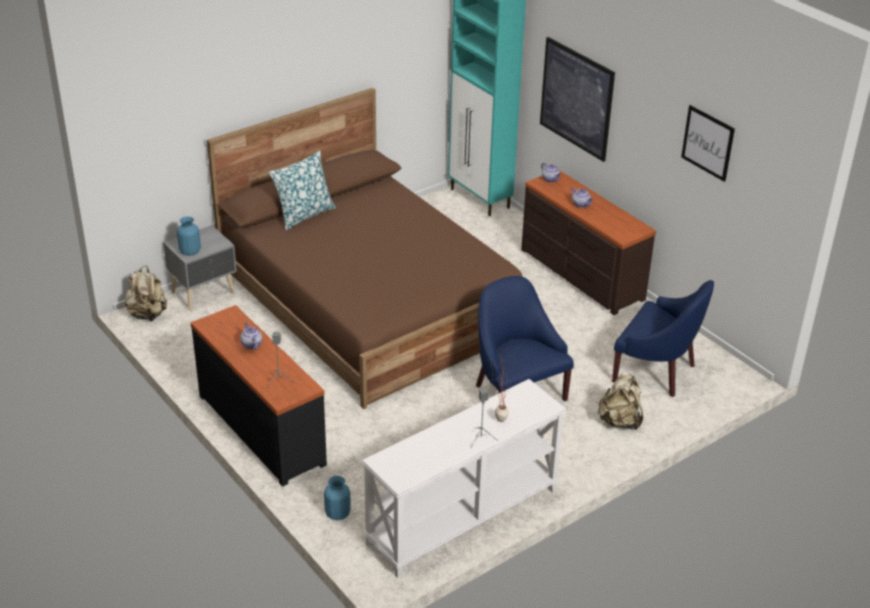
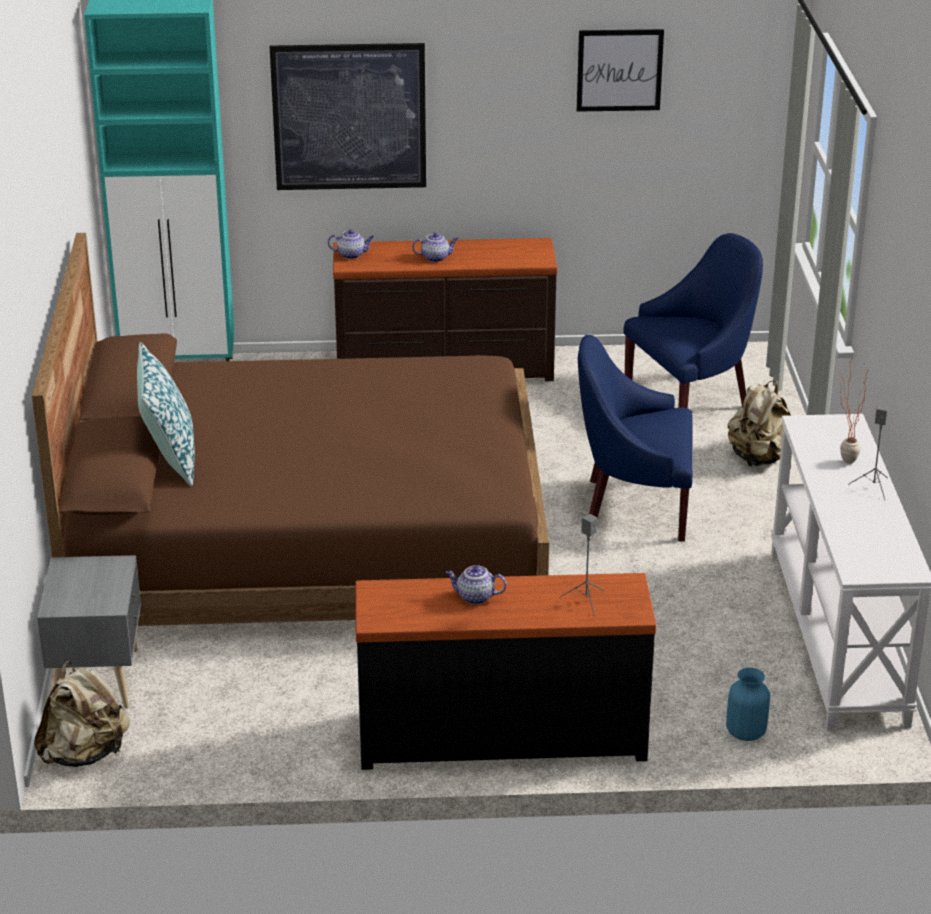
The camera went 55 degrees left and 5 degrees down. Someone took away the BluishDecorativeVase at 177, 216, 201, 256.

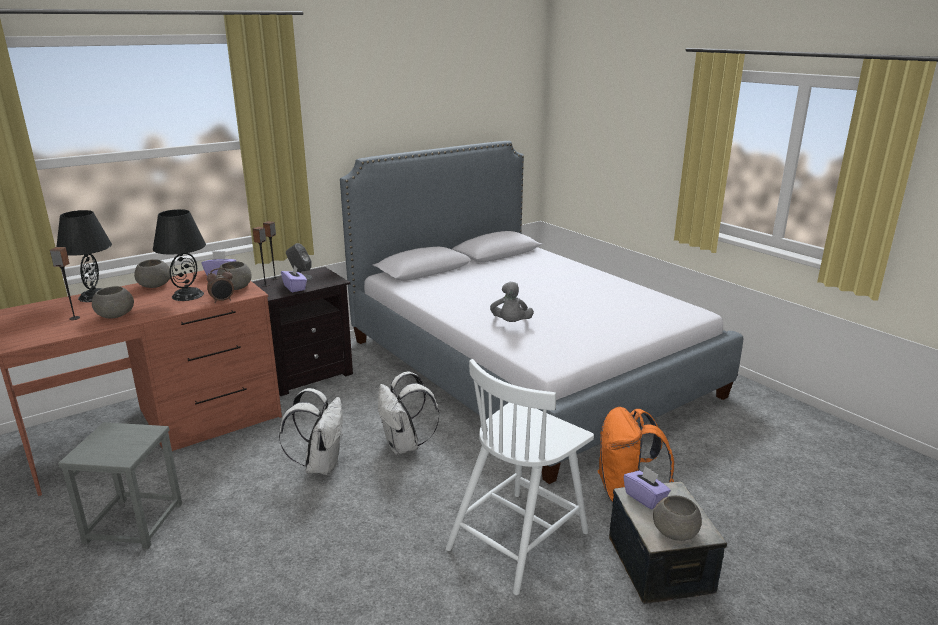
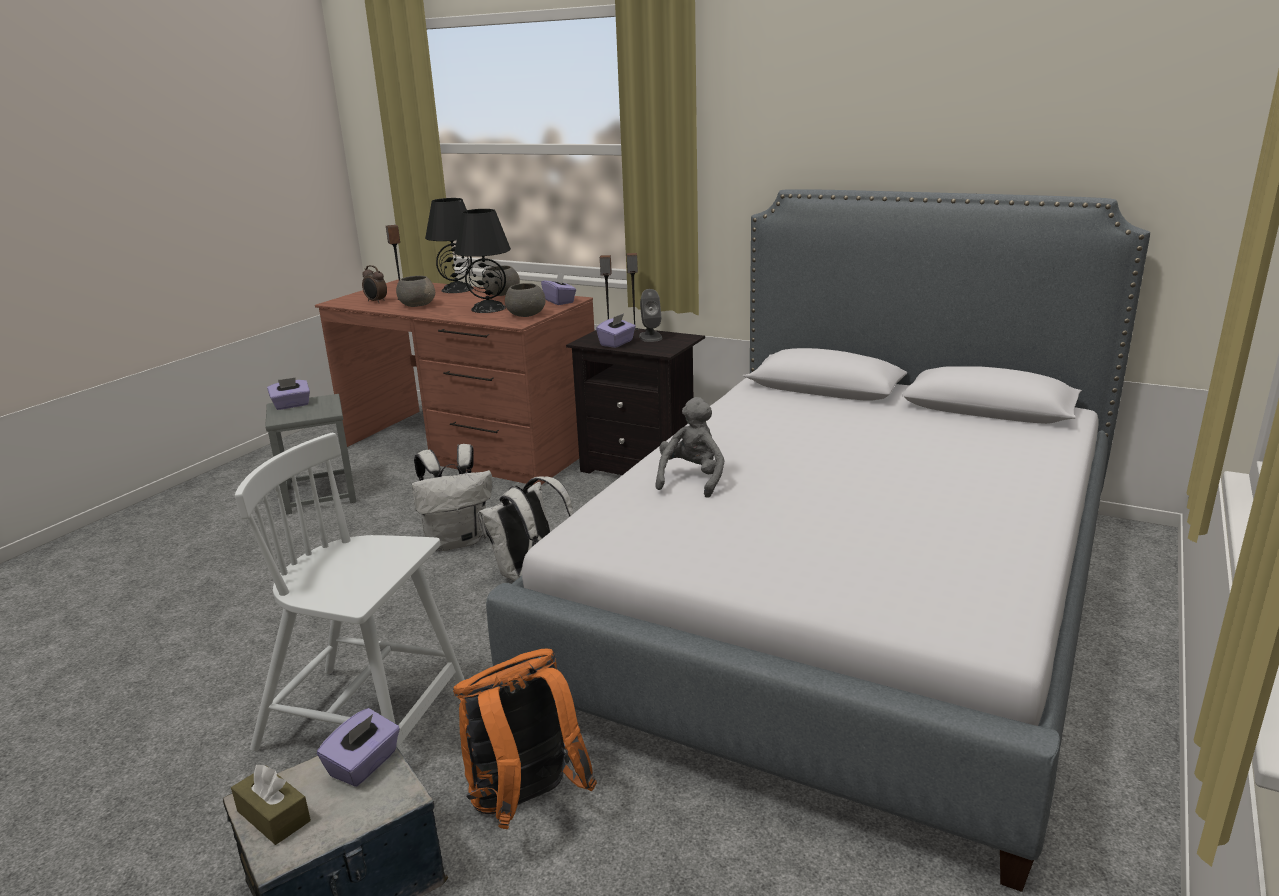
The camera went 65 degrees right and 0 degrees up. Someone carried the TableClock from 207, 268, 234, 303 to 362, 265, 387, 303. Someone rotated the GreySoftToy at 490, 282, 534, 322 by 135 degrees clockwise. Someone swapped the GreyBowl at 653, 495, 702, 541 for the BrownTissueHolder at 231, 765, 311, 845. Someone put down the PurpleTissueHolder at 267, 378, 310, 410.

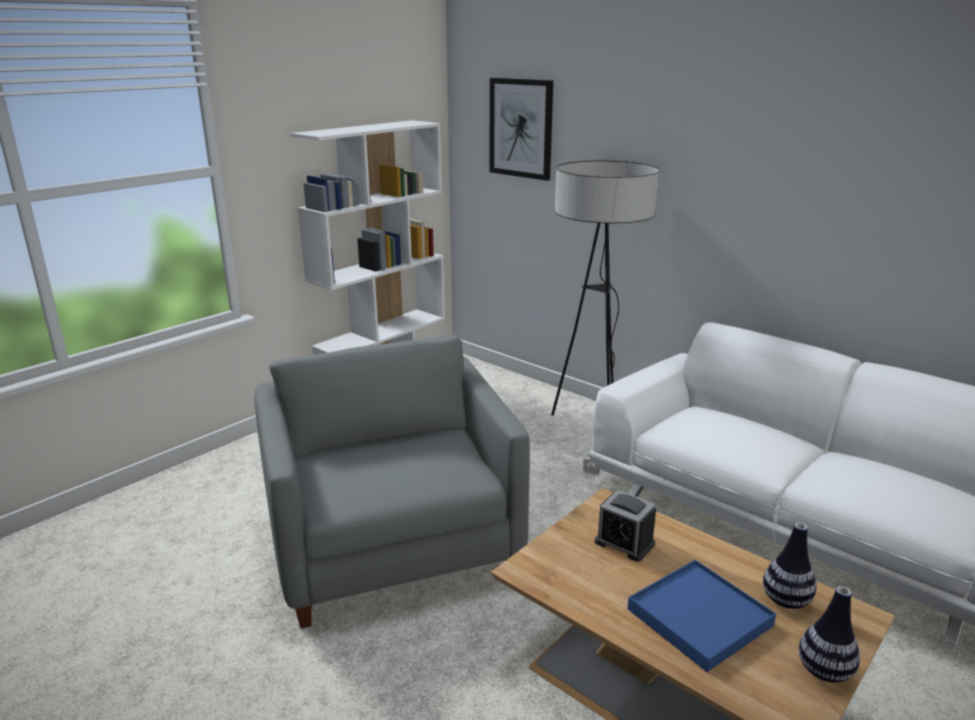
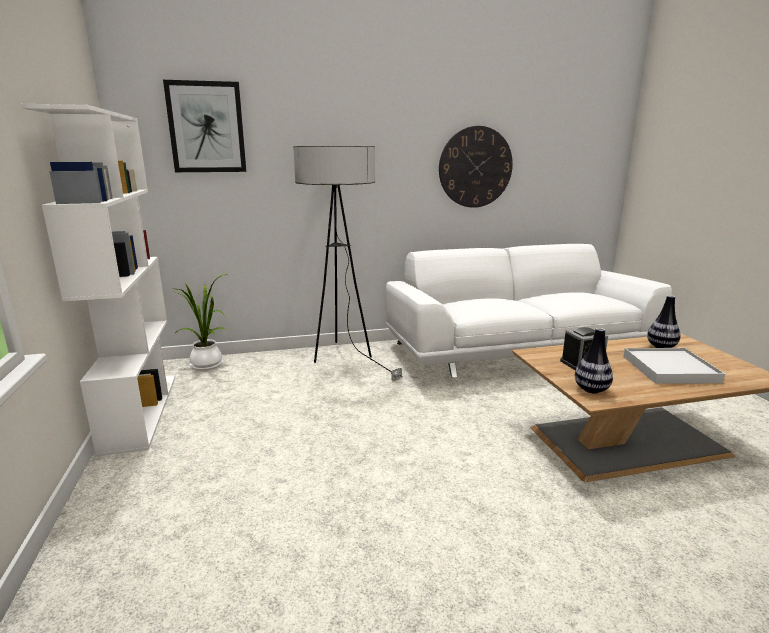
The camera went 55 degrees left and 5 degrees down. Someone took away the GreyLoungeChair at 255, 335, 530, 629. Someone repainted the BluishServingTray at 628, 560, 776, 672, which became the WhiteColouredServingTray at 623, 348, 725, 384. Someone carried the DecorativeVase from 799, 586, 860, 683 to 575, 328, 613, 394. Someone put down the PottedPlant at 176, 274, 227, 371. Someone put up the WallClock at 439, 126, 513, 208.

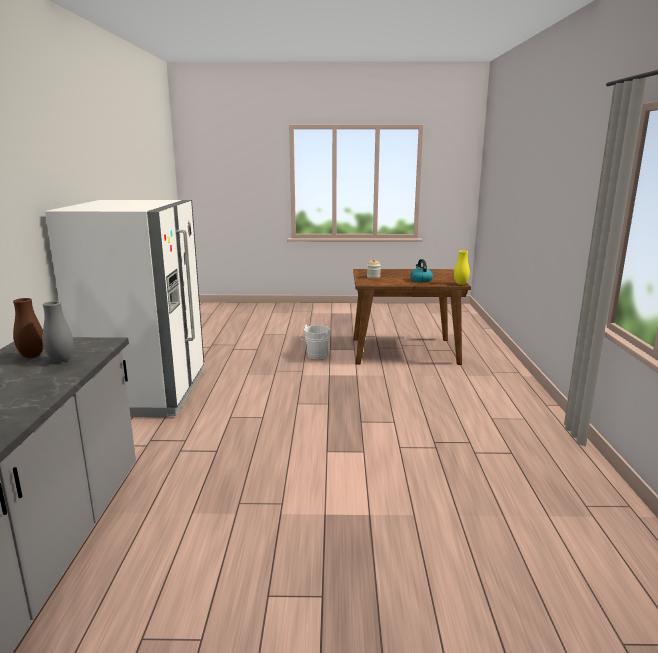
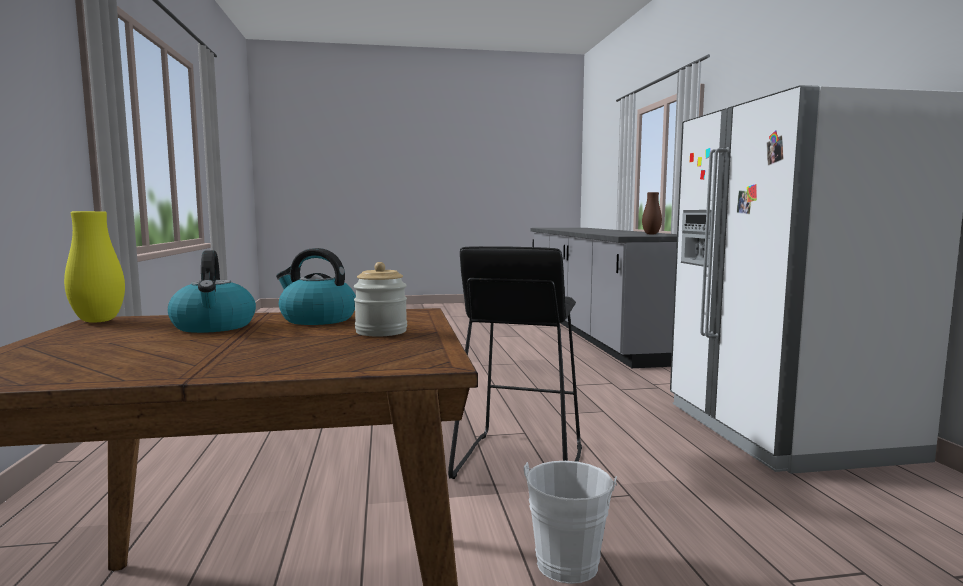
The camera went 170 degrees right and 10 degrees down. Someone took away the GreyDecorativeVase at 42, 301, 74, 362. Someone put down the WaterKettle at 276, 248, 356, 325. Someone put down the BlackColouredStool at 448, 246, 582, 479.

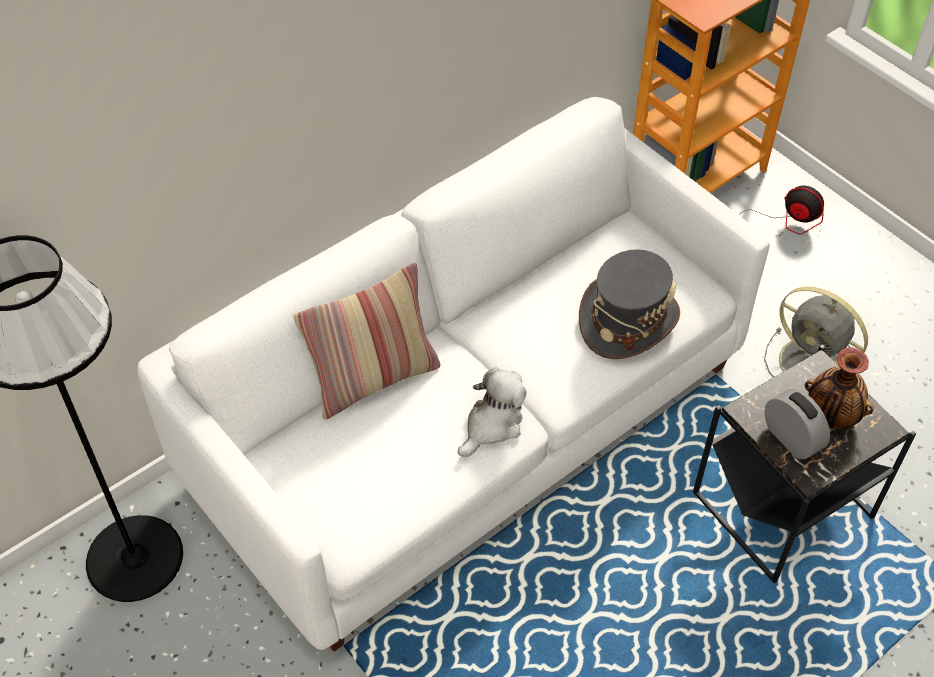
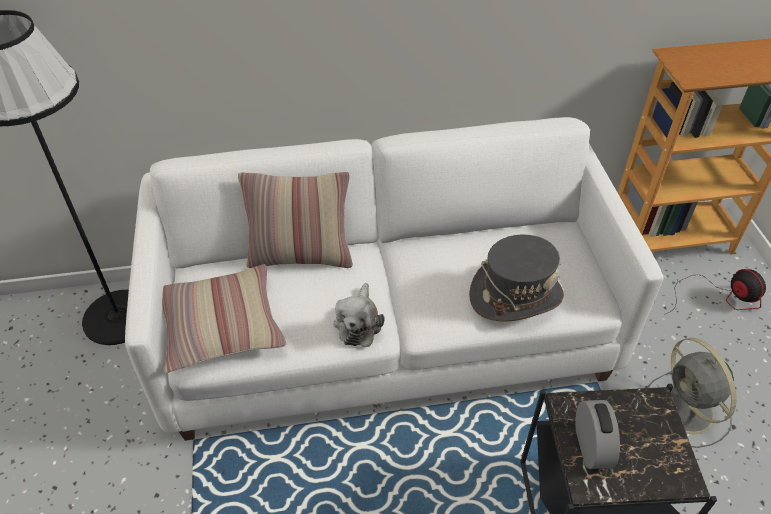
The camera went 30 degrees right and 5 degrees down. Someone rotated the SoftToy at 458, 367, 527, 457 by 120 degrees clockwise. Someone took away the DecorativeVase at 805, 347, 874, 429. Someone put down the ThrowPillow at 162, 264, 286, 373.

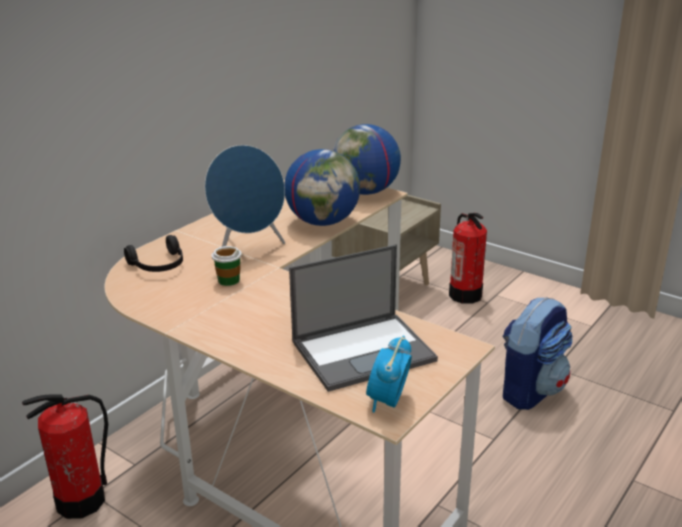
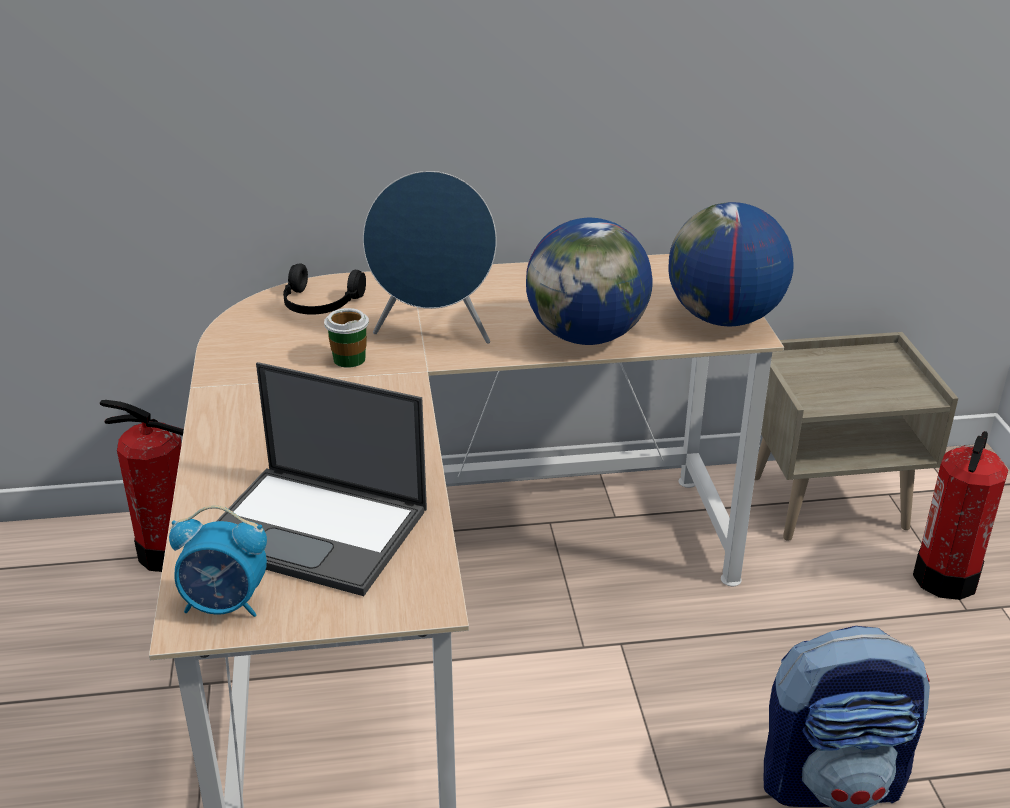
The camera went 45 degrees right and 5 degrees up. Someone rotated the TableClock at 366, 336, 412, 413 by 150 degrees counterclockwise.

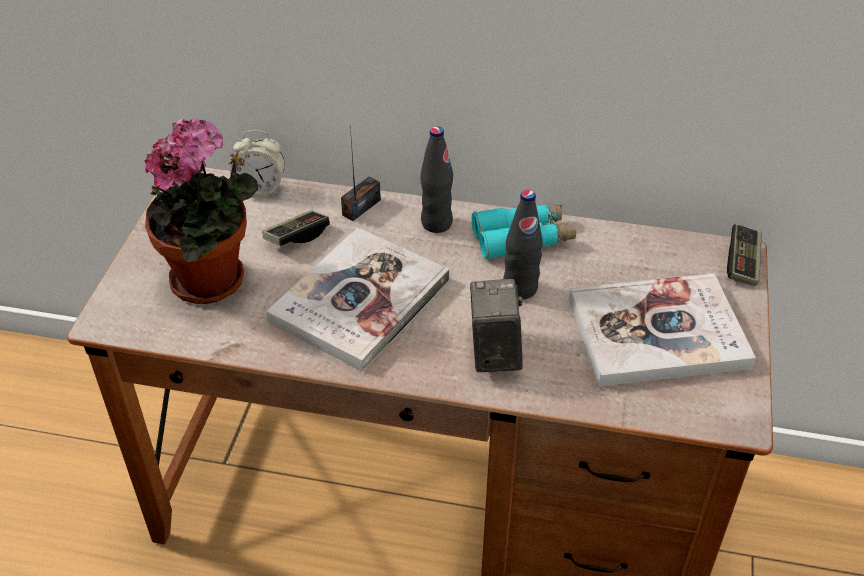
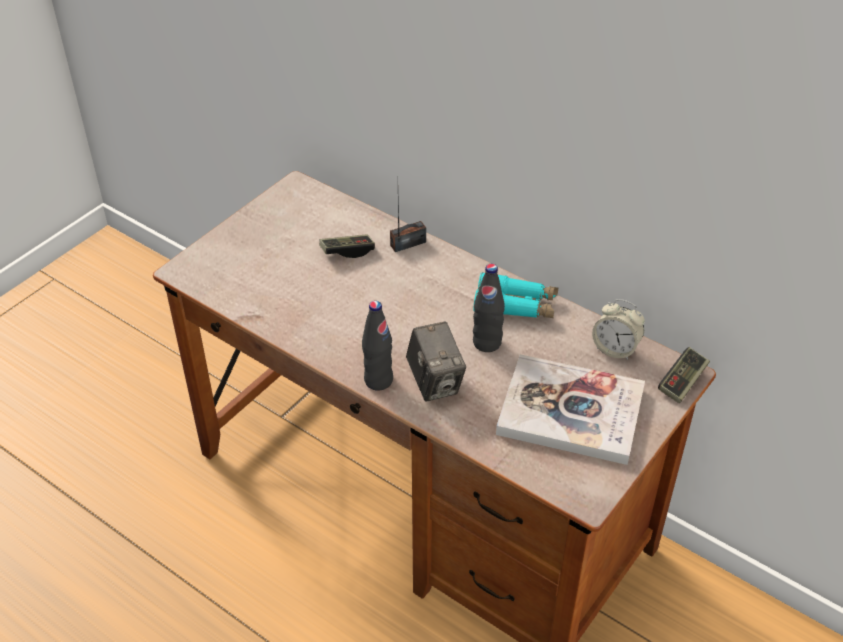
The camera went 25 degrees right and 0 degrees up. Someone took away the PottedPlant at 145, 117, 258, 304. Someone carried the TableClock from 230, 130, 285, 196 to 592, 299, 645, 360. Someone took away the Volume at 266, 227, 449, 372. Someone carried the BlackColouredBottle from 420, 126, 453, 233 to 362, 301, 393, 391. Someone rotated the PhotoCamera at 470, 279, 523, 372 by 135 degrees clockwise.

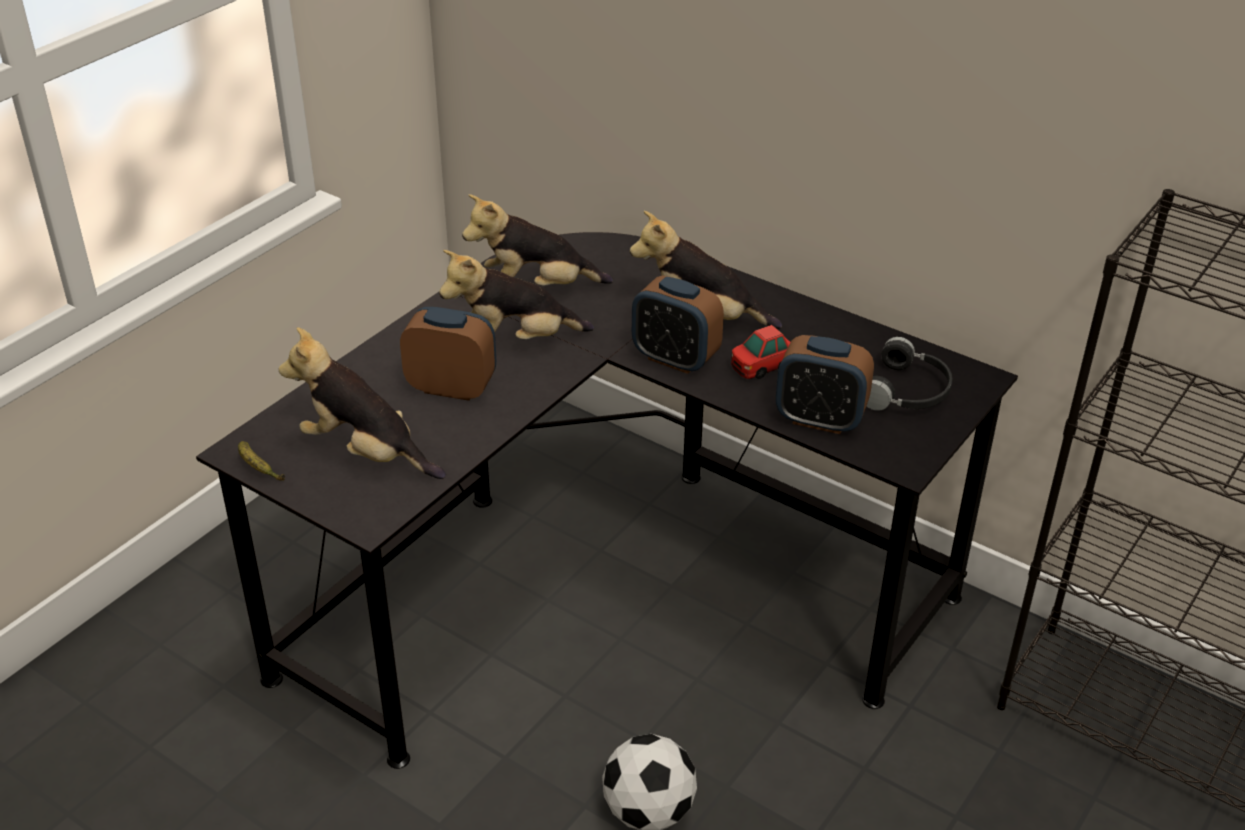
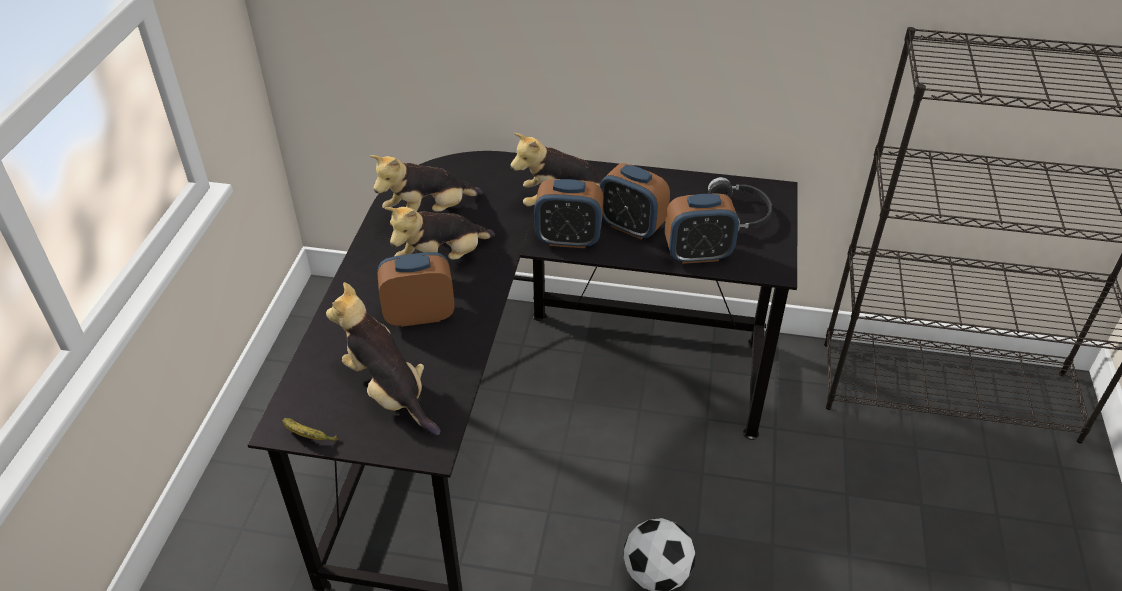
The camera went 25 degrees left and 5 degrees up. Someone rotated the SoftToy at 278, 327, 446, 479 by 45 degrees clockwise. Someone swapped the MiniatureCar at 731, 325, 790, 379 for the TableClock at 599, 163, 670, 239.

